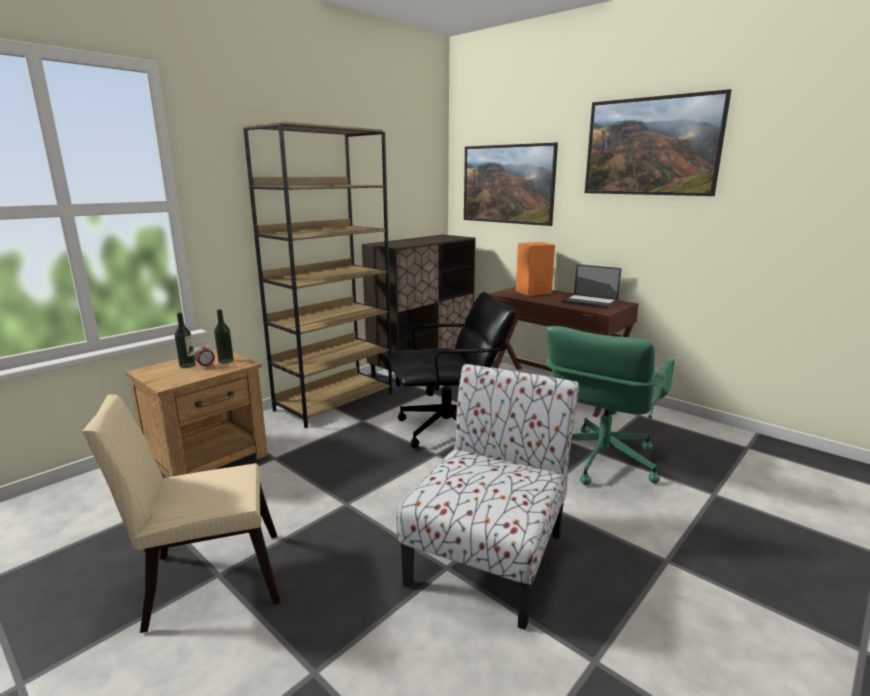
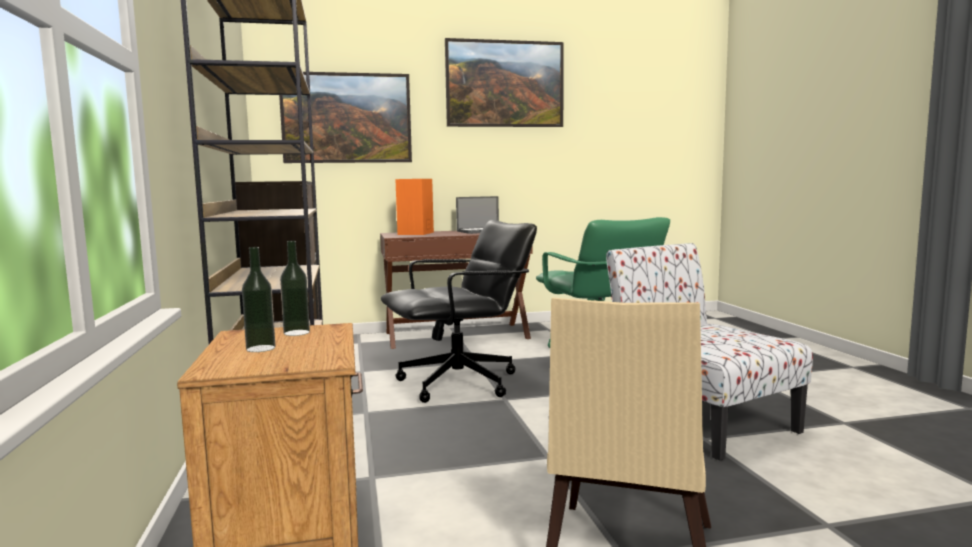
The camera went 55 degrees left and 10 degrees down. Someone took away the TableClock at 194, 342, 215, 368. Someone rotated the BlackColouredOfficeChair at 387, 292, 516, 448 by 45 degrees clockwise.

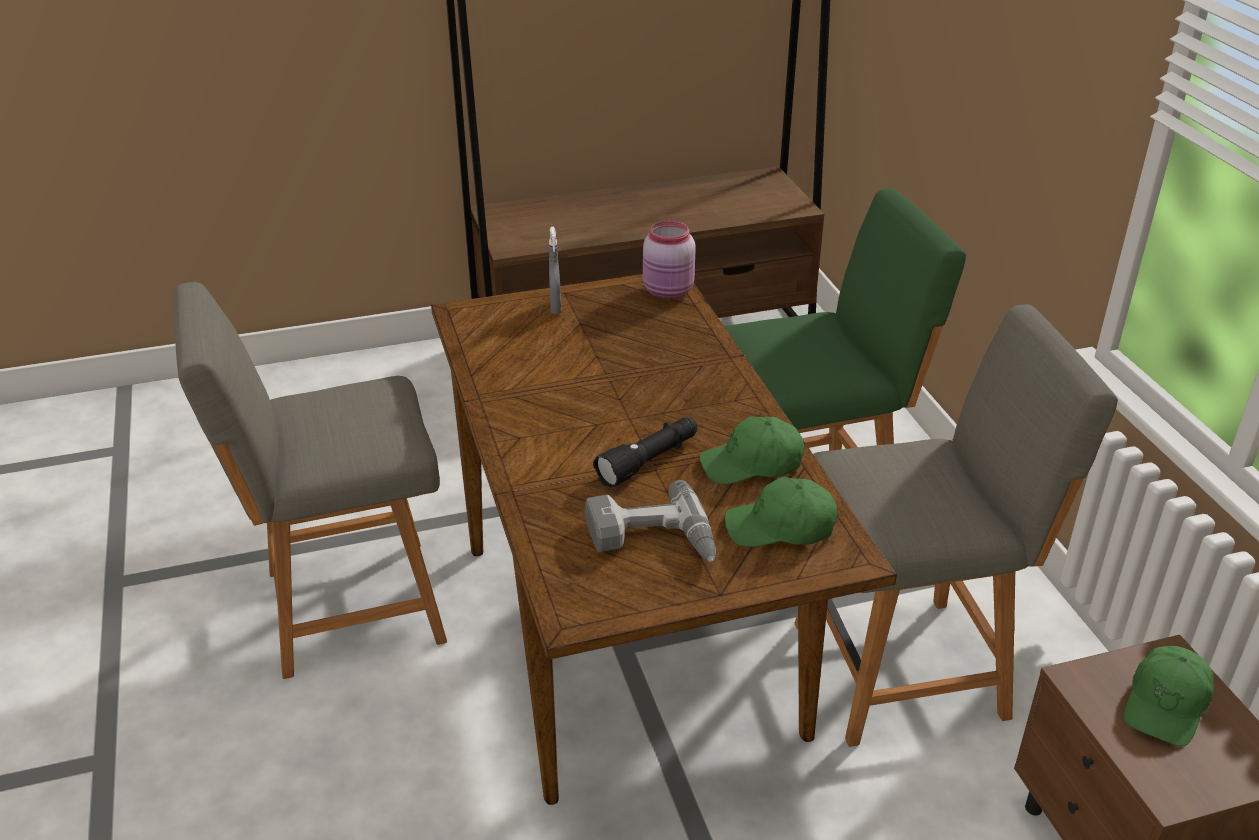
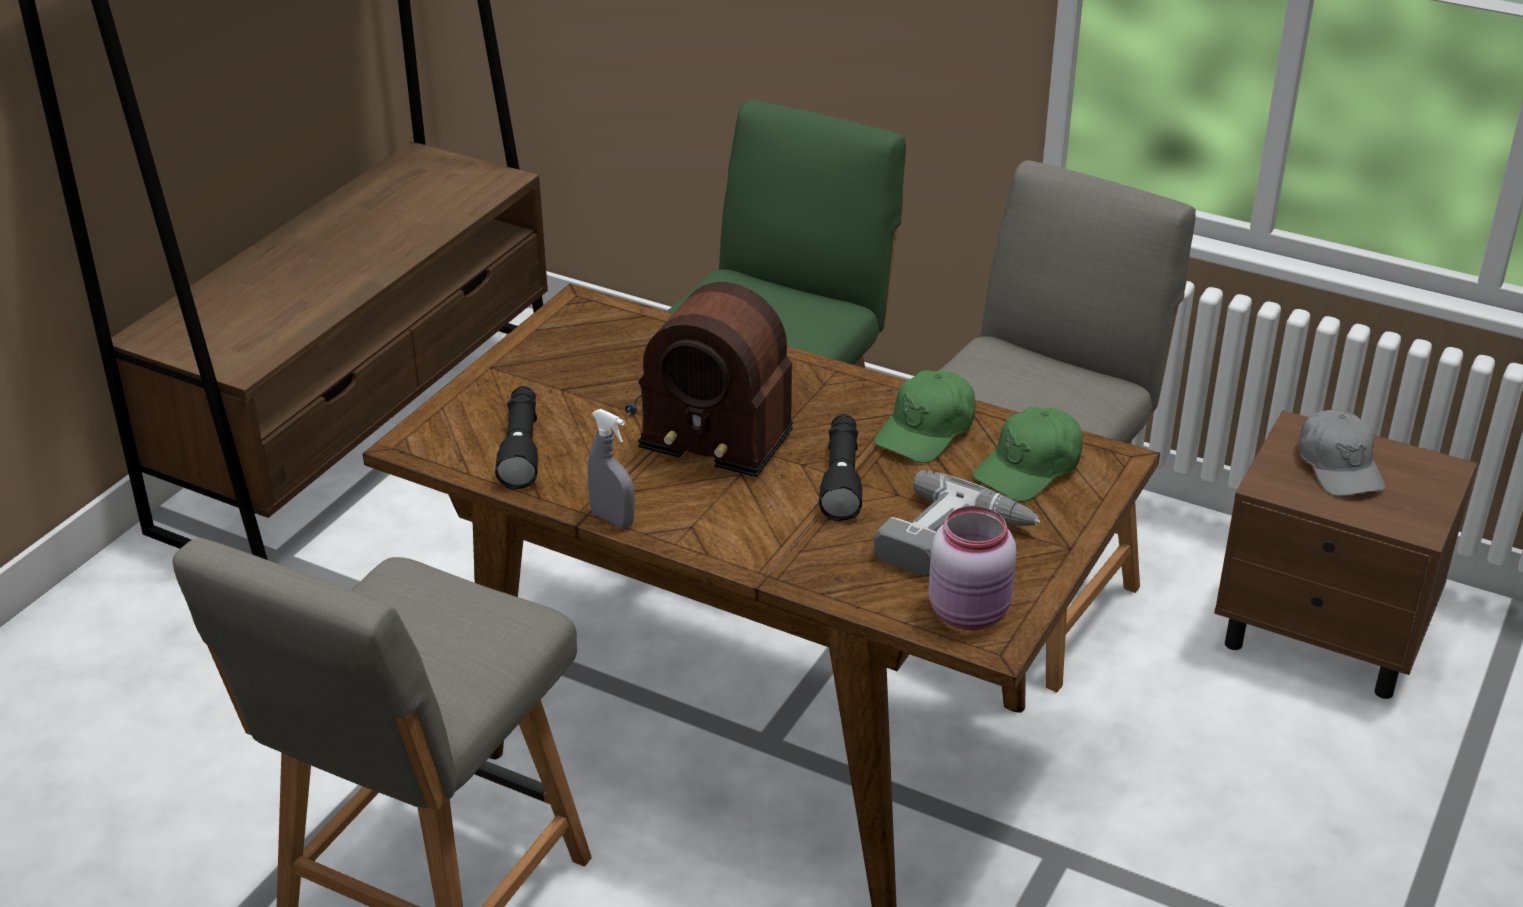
The camera went 45 degrees left and 0 degrees up. Someone carried the GreySprayBottle from 549, 227, 562, 314 to 588, 409, 635, 528. Someone carried the PinkPreserveJar from 643, 221, 696, 299 to 929, 506, 1016, 630. Someone repainted the GreenishPeakedCap at 1124, 646, 1214, 747, which became the GreyPeakedCap at 1299, 410, 1385, 496. Someone put down the BlackColouredFlashlight at 495, 386, 538, 490. Someone put down the RadioReceiver at 625, 282, 793, 477.

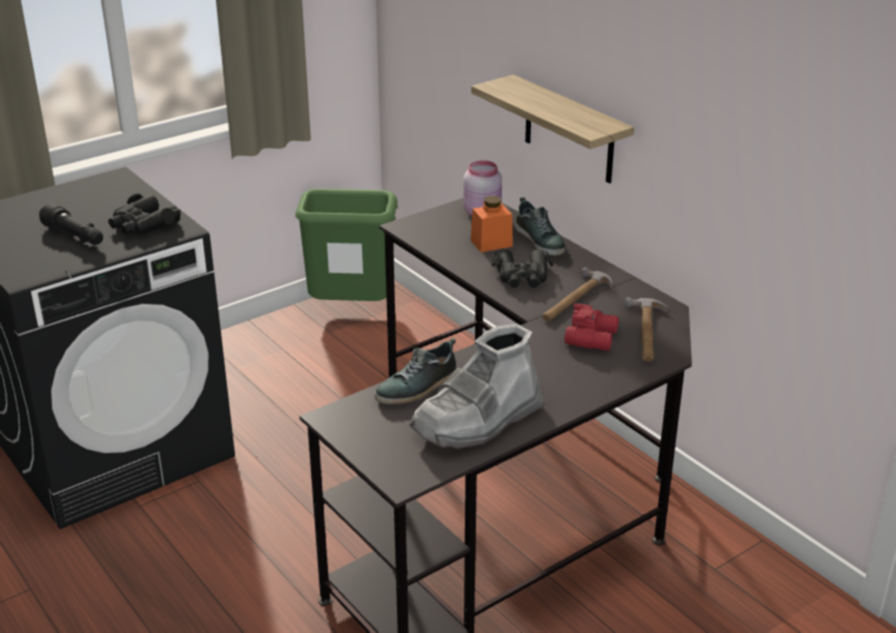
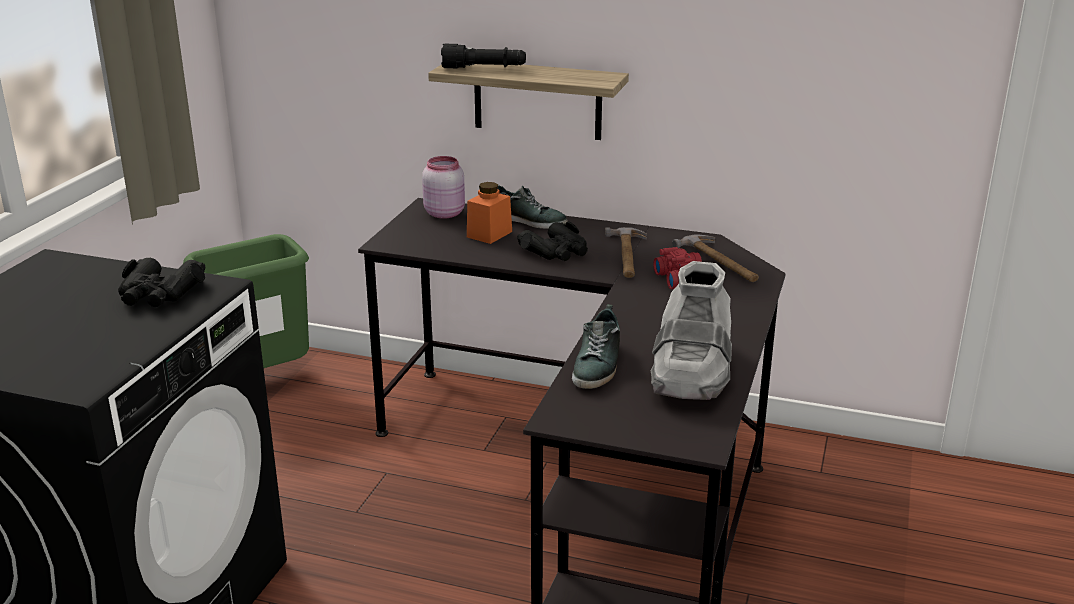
The camera went 35 degrees left and 5 degrees down. Someone carried the BlackColouredFlashlight from 39, 203, 103, 245 to 441, 44, 526, 68.

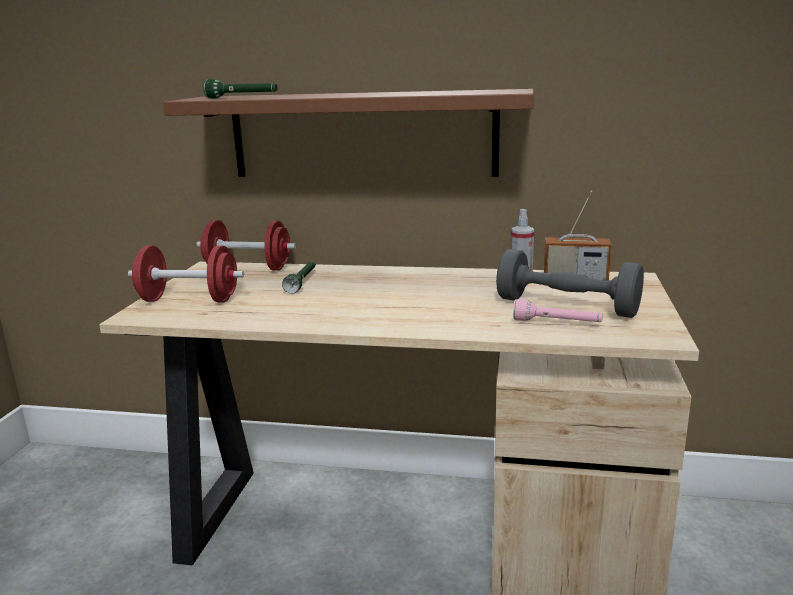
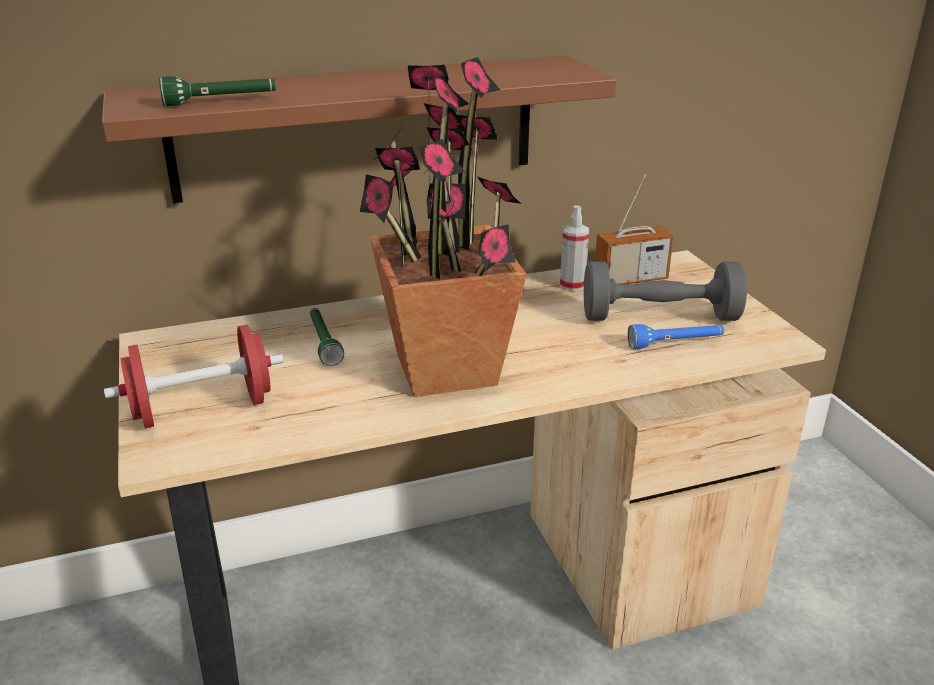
The camera went 30 degrees left and 10 degrees up. Someone took away the ReddishDumbbell at 196, 220, 296, 271. Someone repainted the PinkFlashlight at 513, 299, 603, 322, which became the BluishFlashlight at 628, 324, 724, 349. Someone put down the PottedPlant at 360, 57, 527, 397.

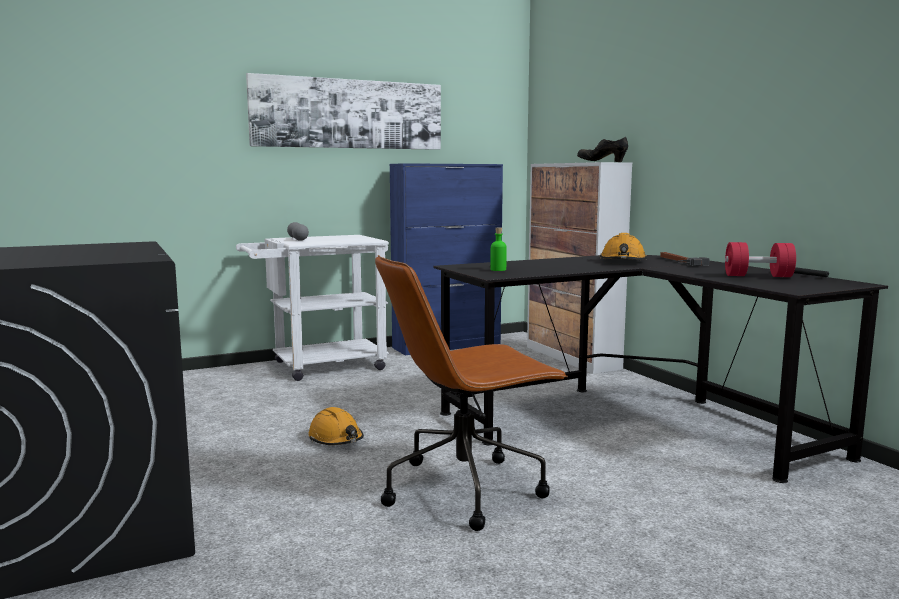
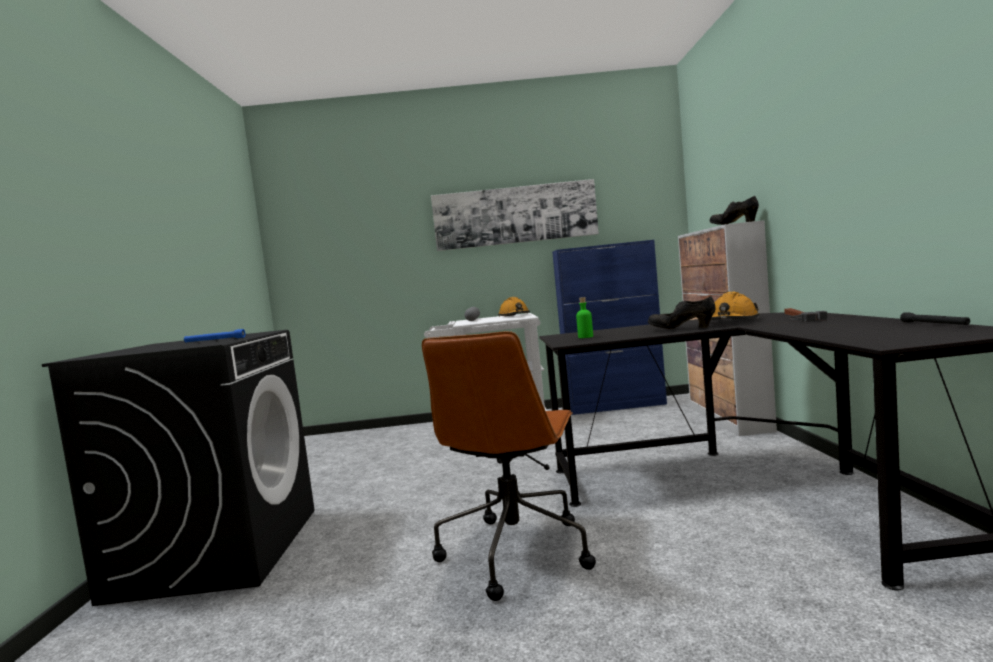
The camera went 25 degrees right and 5 degrees down. Someone carried the OrangeColouredSafetyHelmet from 309, 407, 364, 445 to 498, 297, 530, 317. Someone rotated the BrownOfficeChair at 375, 255, 568, 531 by 75 degrees counterclockwise. Someone took away the ReddishDumbbell at 725, 242, 796, 277. Someone put down the BluishFlashlight at 184, 329, 245, 342. Someone put down the BlackColouredLowShoe at 648, 296, 716, 329.

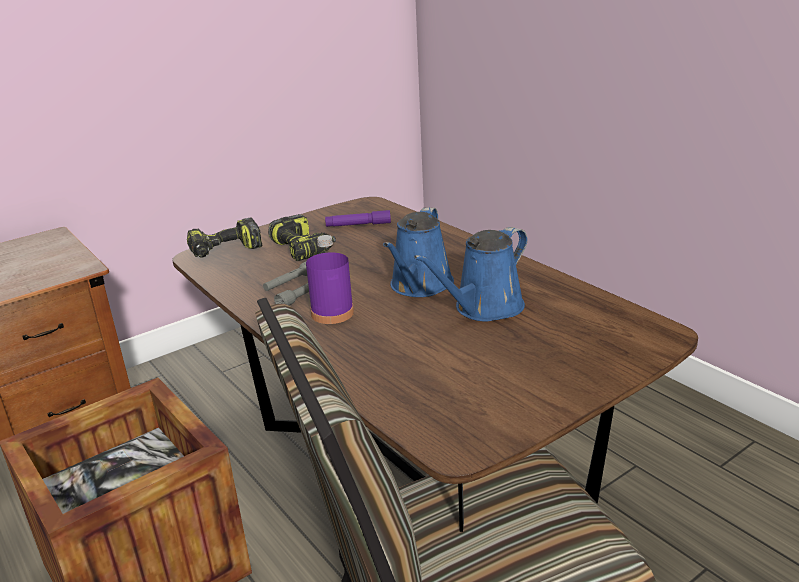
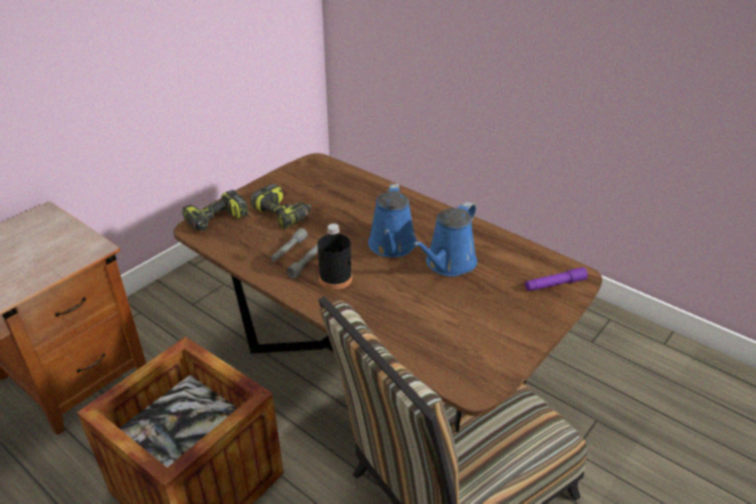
The camera went 15 degrees left and 10 degrees up. Someone repainted the PurpleBottle at 306, 235, 354, 324, which became the BlackColouredBottle at 317, 224, 352, 290. Someone carried the PurpleFlashlight from 325, 210, 391, 227 to 525, 267, 588, 291.

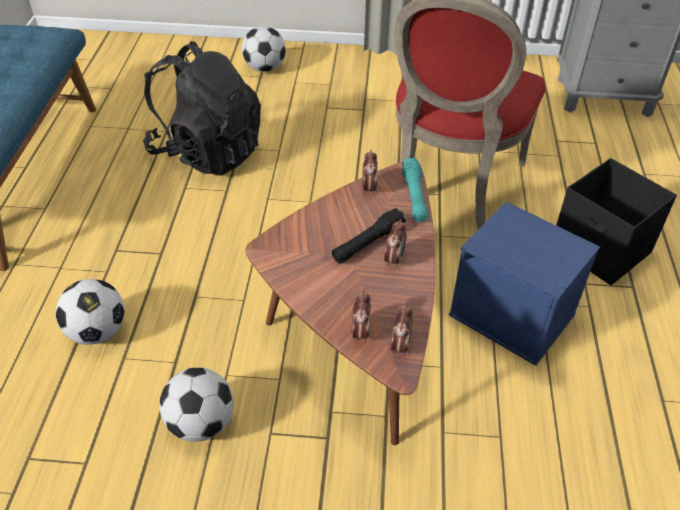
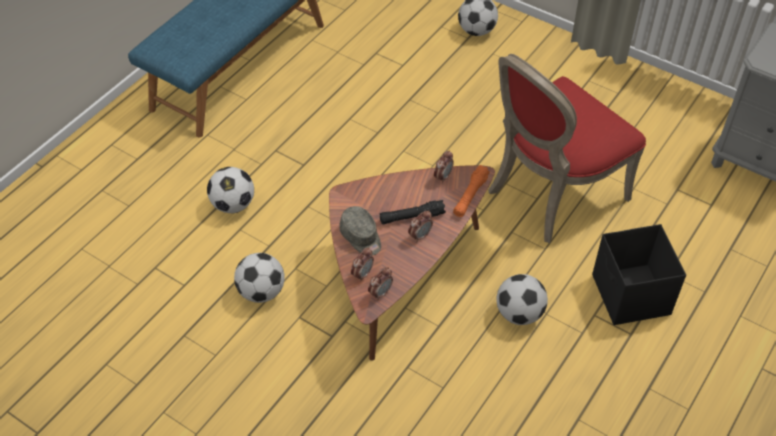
The camera went 30 degrees right and 5 degrees up. Someone took away the BlackColouredBackpack at 143, 41, 261, 176. Someone repainted the TurquoiseFlashlight at 402, 158, 428, 222, which became the OrangeColouredFlashlight at 453, 165, 490, 217. Someone swapped the BluishStorageBox at 449, 202, 600, 366 for the BallForFootball at 496, 274, 548, 325. Someone put down the GreyPeakedCap at 340, 206, 381, 255.

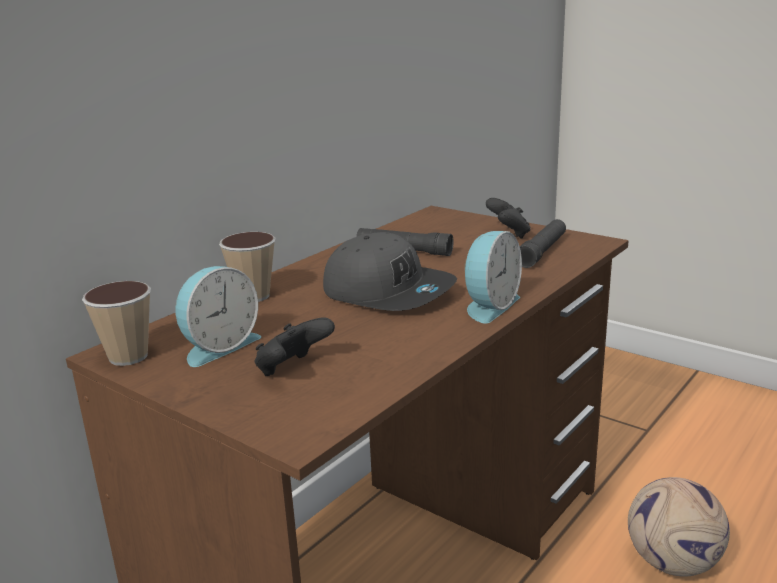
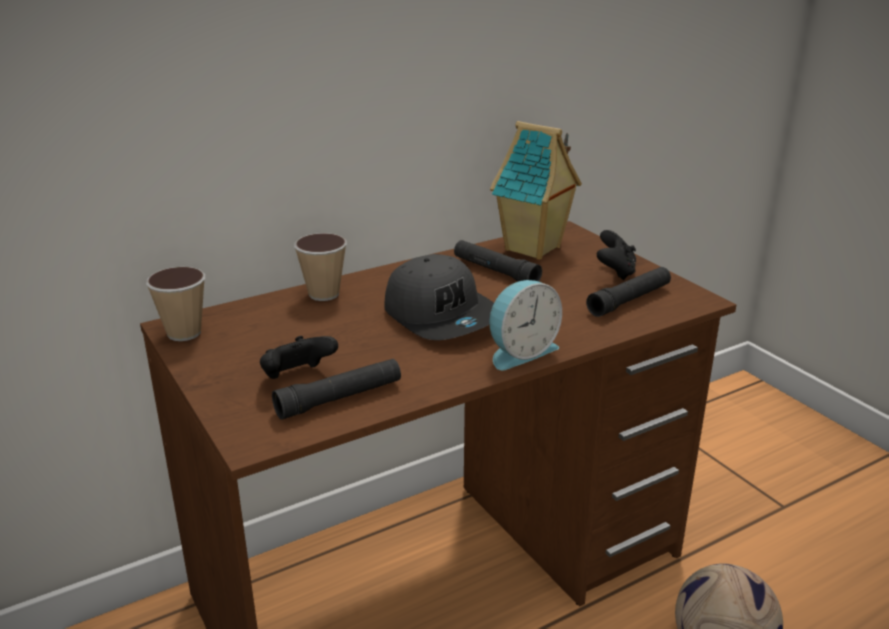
The camera went 20 degrees right and 5 degrees up. Someone took away the TableClock at 175, 266, 261, 367. Someone put down the BlackColouredFlashlight at 272, 359, 401, 420. Someone put down the ToyHouse at 490, 121, 582, 260.

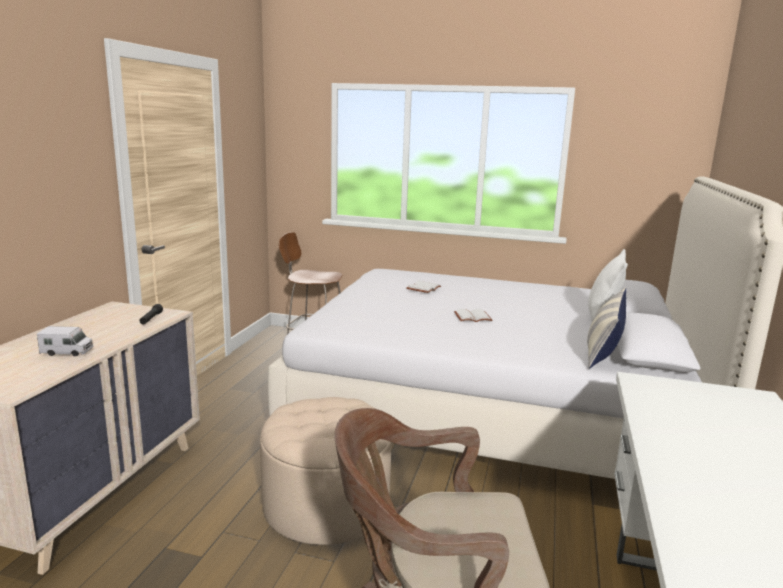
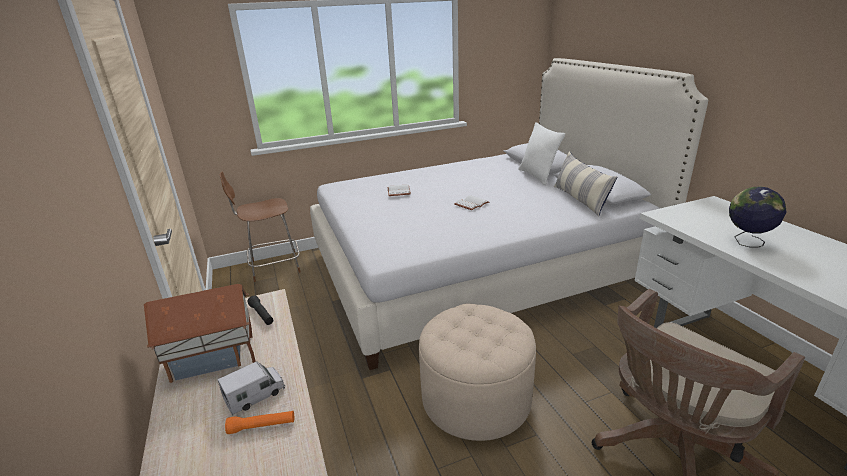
The camera went 35 degrees left and 10 degrees up. Someone put down the ToyHouse at 144, 284, 256, 383. Someone put down the OrangeColouredFlashlight at 225, 411, 294, 434. Someone put down the DeskGlobe at 729, 186, 787, 248.

